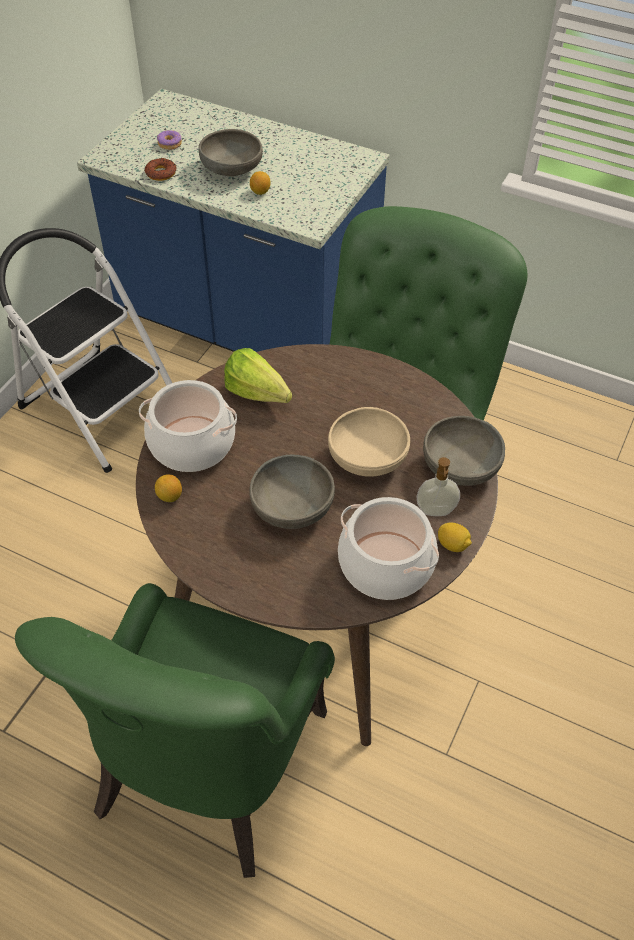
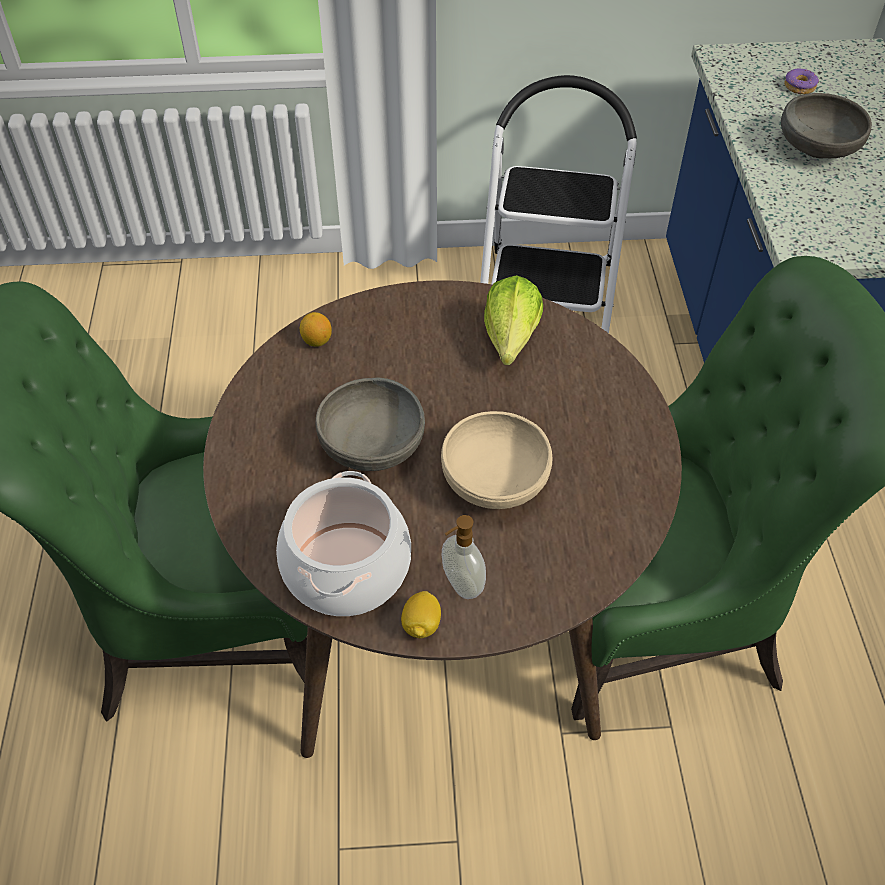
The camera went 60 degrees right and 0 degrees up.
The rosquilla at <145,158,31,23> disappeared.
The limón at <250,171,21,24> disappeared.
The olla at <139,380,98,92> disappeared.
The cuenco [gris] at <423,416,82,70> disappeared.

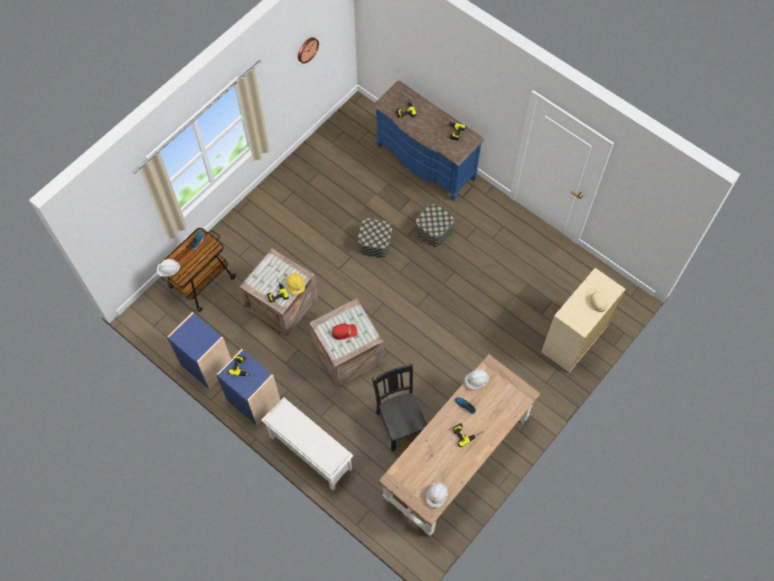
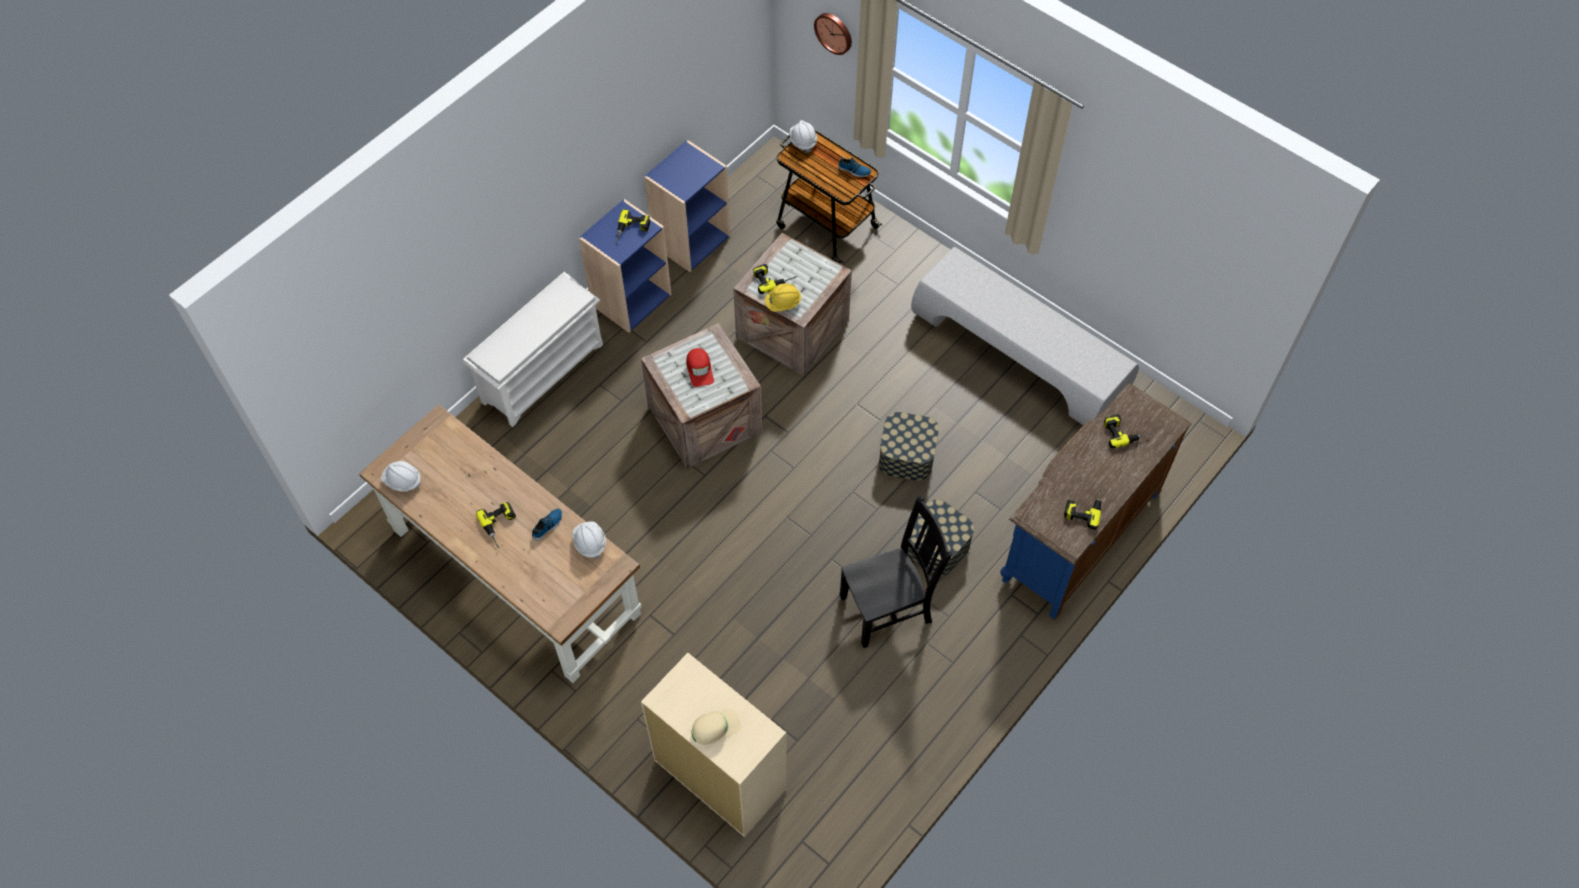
The camera went 90 degrees right and 5 degrees down.
The reloj de pared moved from <298,37,21,27> to <814,13,38,42>.
The silla [negro] moved from <372,363,55,89> to <840,495,112,153>.
The banco [gris] at <911,247,228,178> appeared.

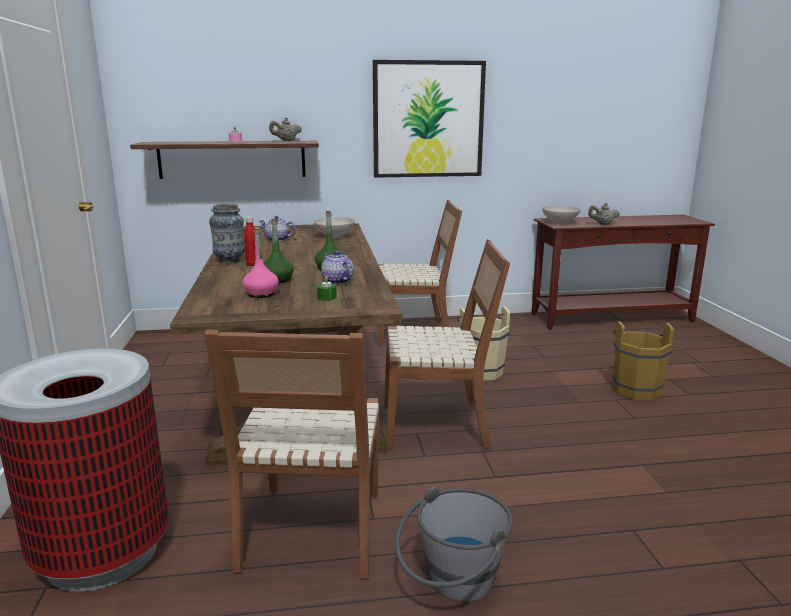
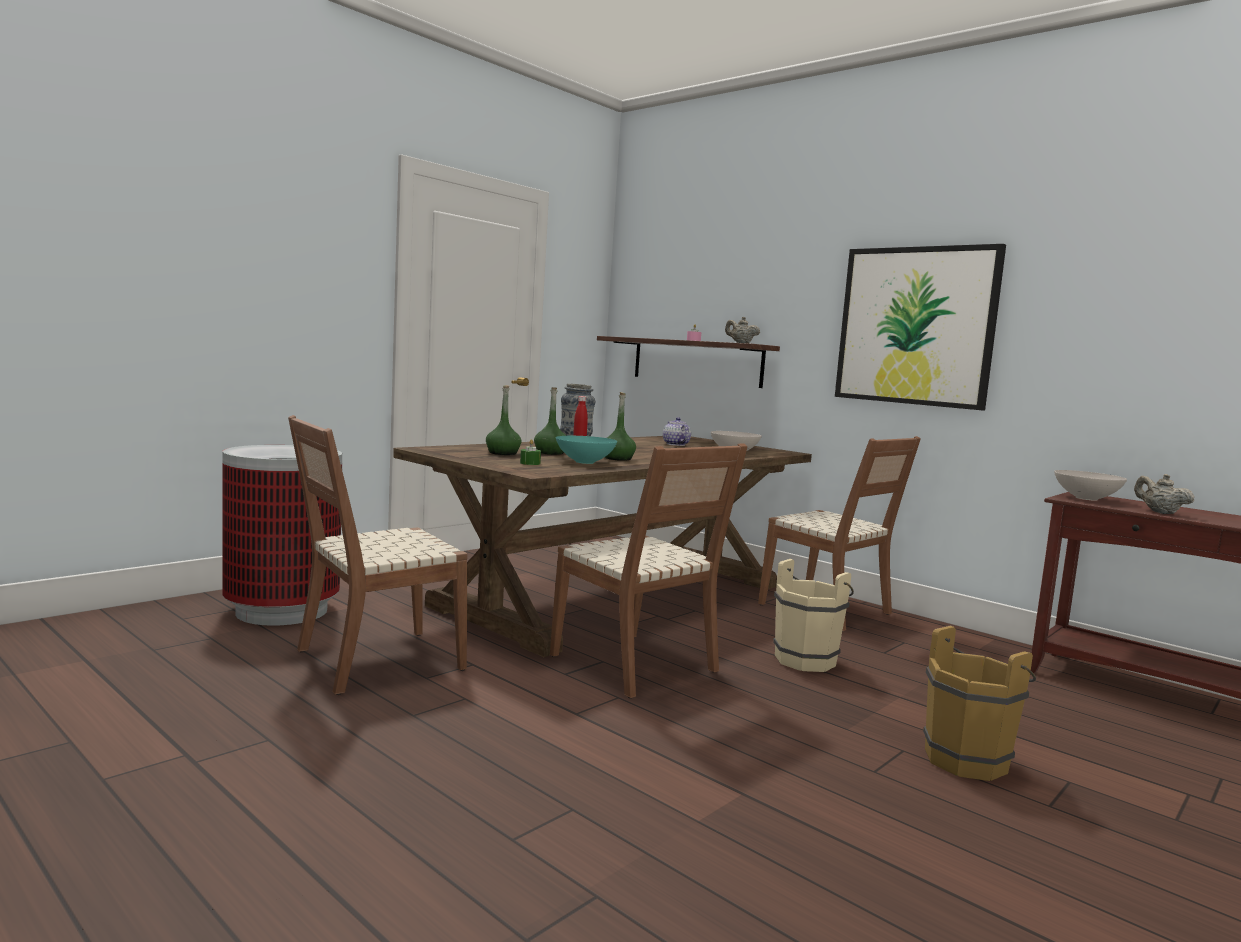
The camera went 50 degrees right and 10 degrees down.
The botella [rosa] at <242,227,37,71> became the botella [verde] at <486,385,35,70>.
The tetera at <321,251,33,34> was replaced by the cuenco [turquesa] at <556,436,61,28>.
The cubo [gris] at <395,486,118,117> disappeared.

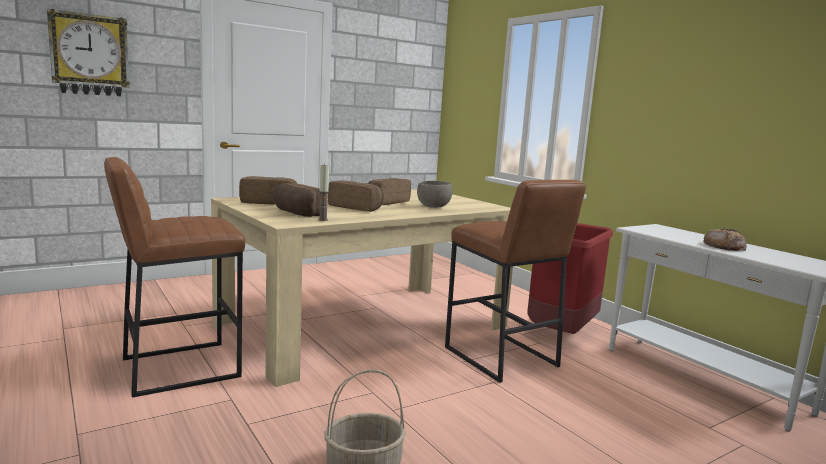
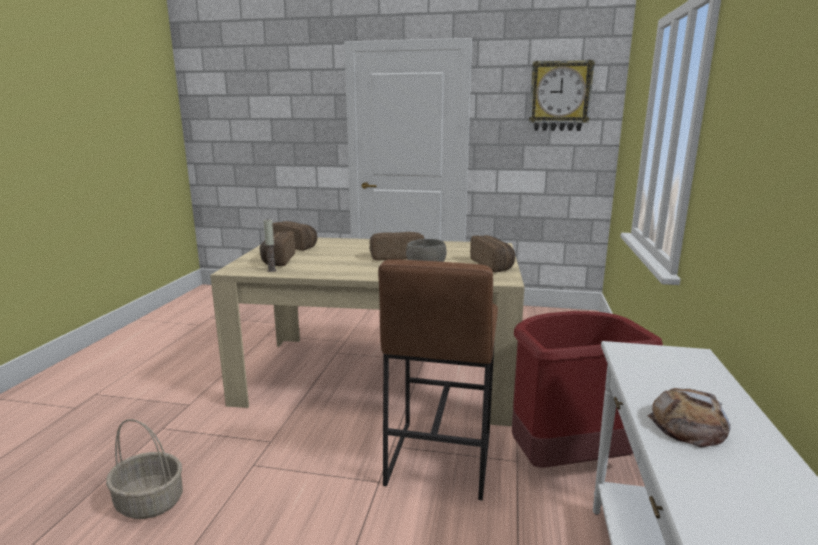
The camera went 45 degrees right and 5 degrees up.
The reloj de pared moved from <47,9,83,87> to <529,60,66,71>.
The taburete [marrón] at <104,157,141,241> disappeared.
The pan moved from <328,180,56,32> to <470,235,45,38>.

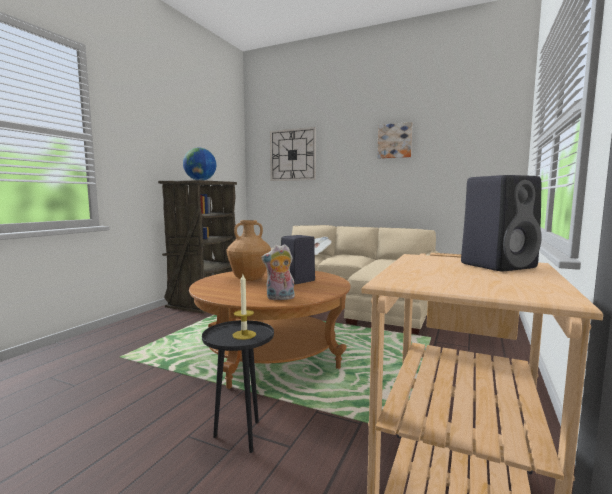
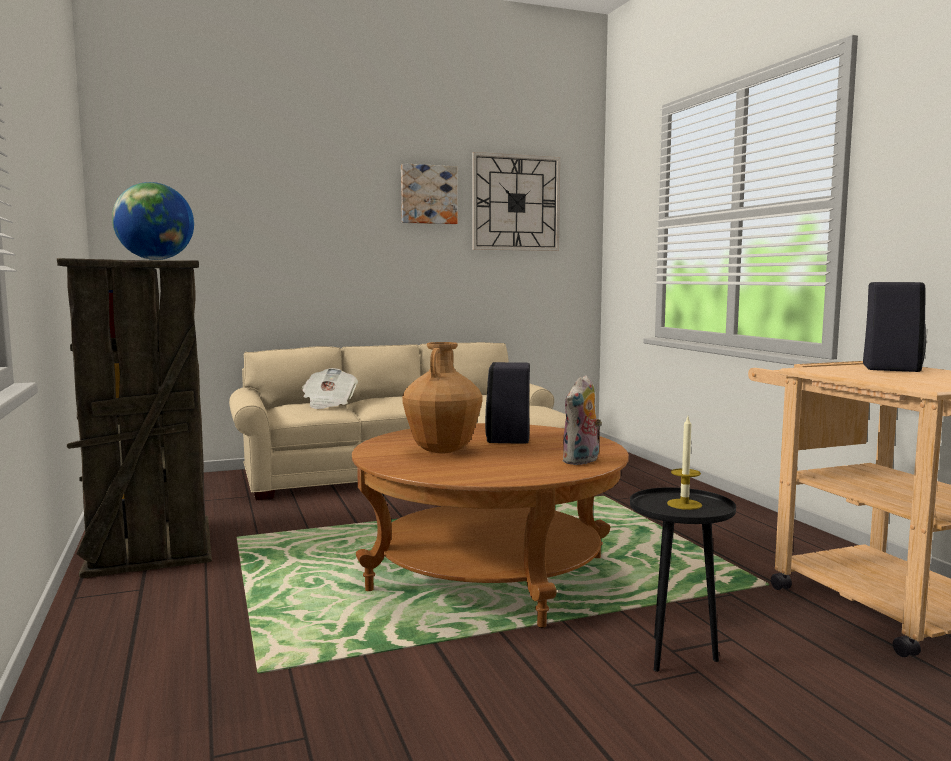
The camera went 45 degrees left and 0 degrees up.
The reloj de pared moved from <270,127,46,54> to <472,152,88,99>.

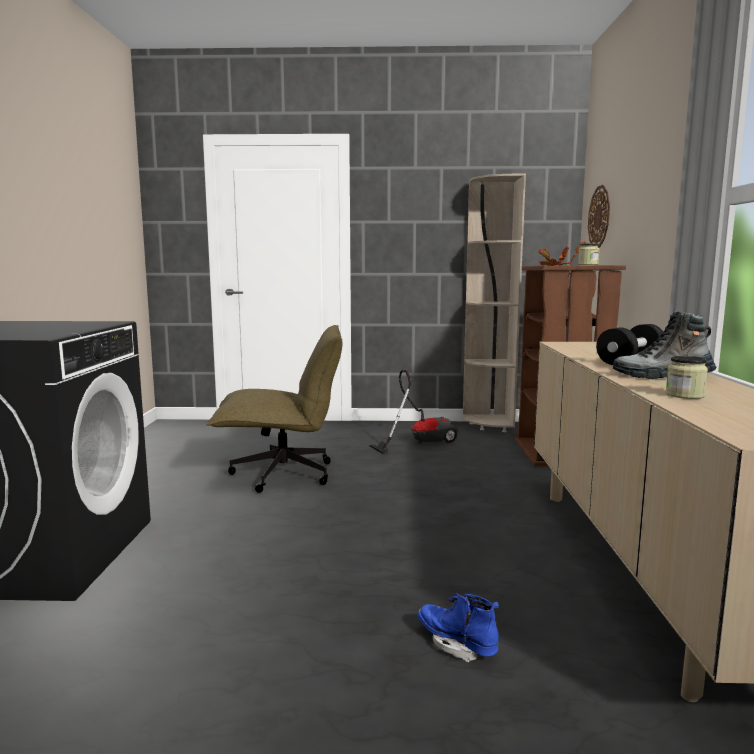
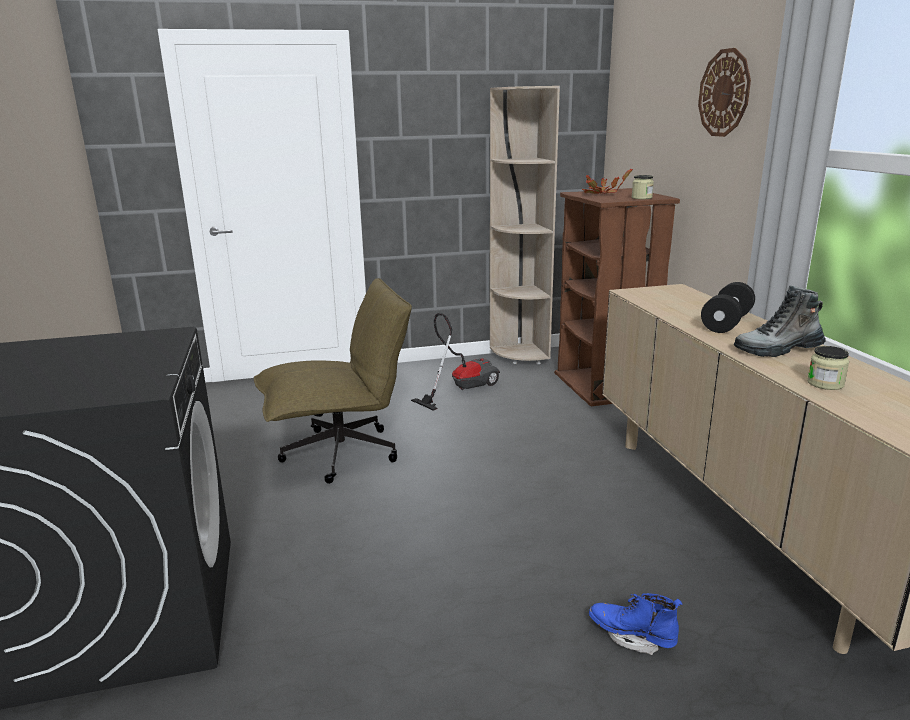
The camera went 15 degrees left and 10 degrees up.
The reloj de pared moved from <588,185,22,63> to <698,48,53,89>.

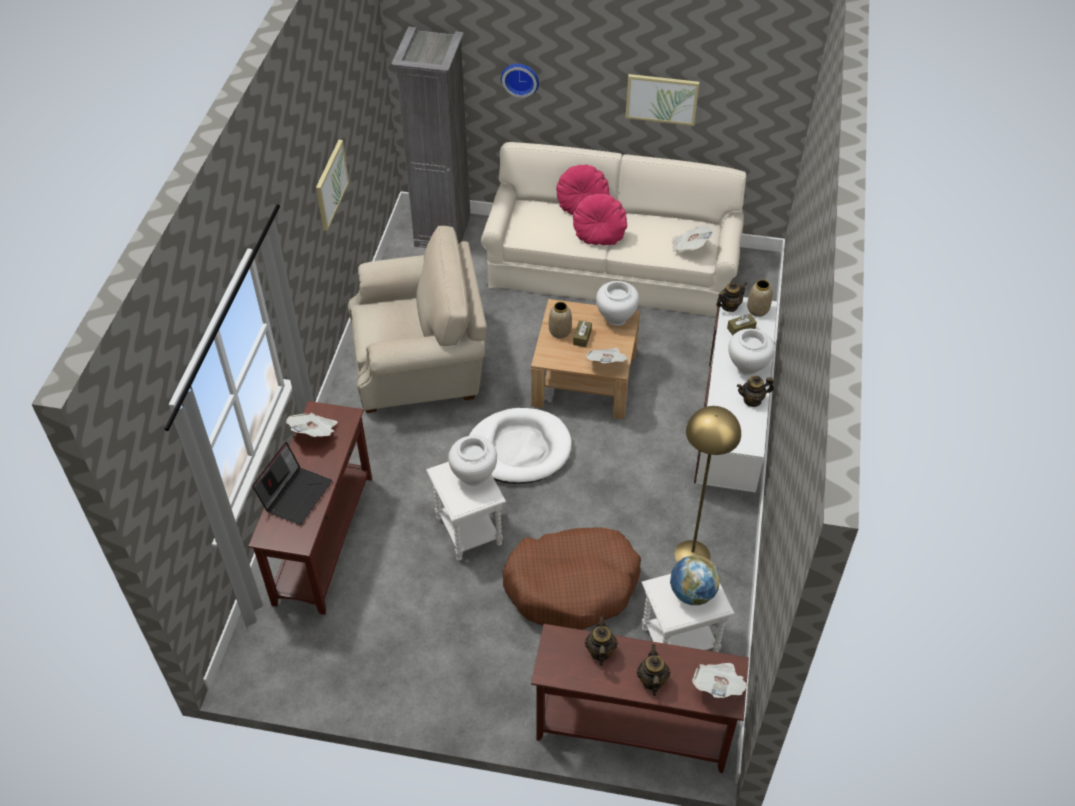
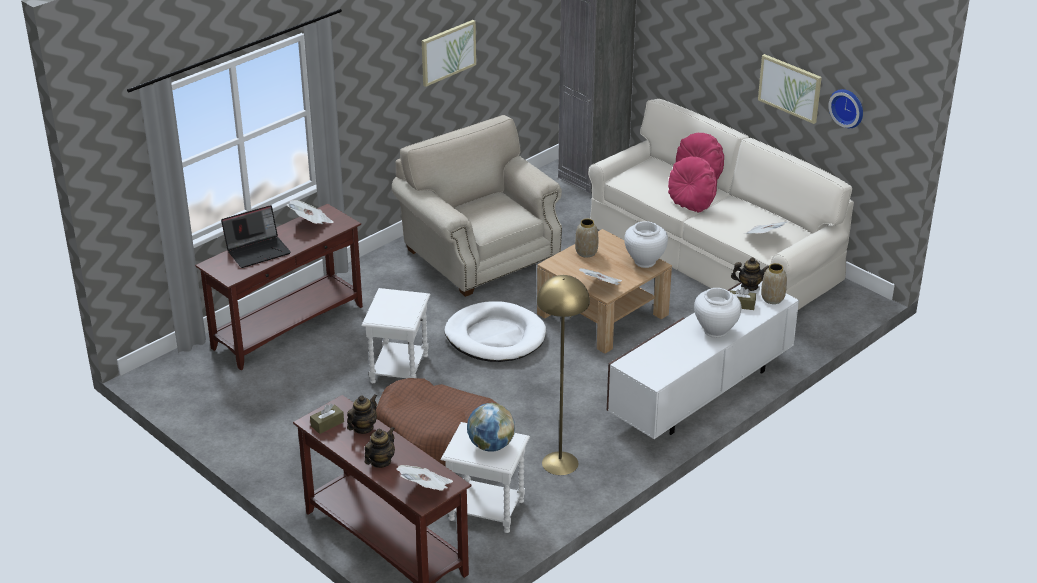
The camera went 35 degrees right and 15 degrees down.
The reloj de pared moved from <501,64,38,34> to <828,89,35,39>.
The sillón [beis] at <348,226,139,187> turned 150 degrees counterclockwise.
The caja de pañuelos [marrón] moved from <573,320,19,27> to <310,404,34,30>.
The tetera at <737,376,37,31> disappeared.
The florero [blanco] at <448,435,49,51> disappeared.

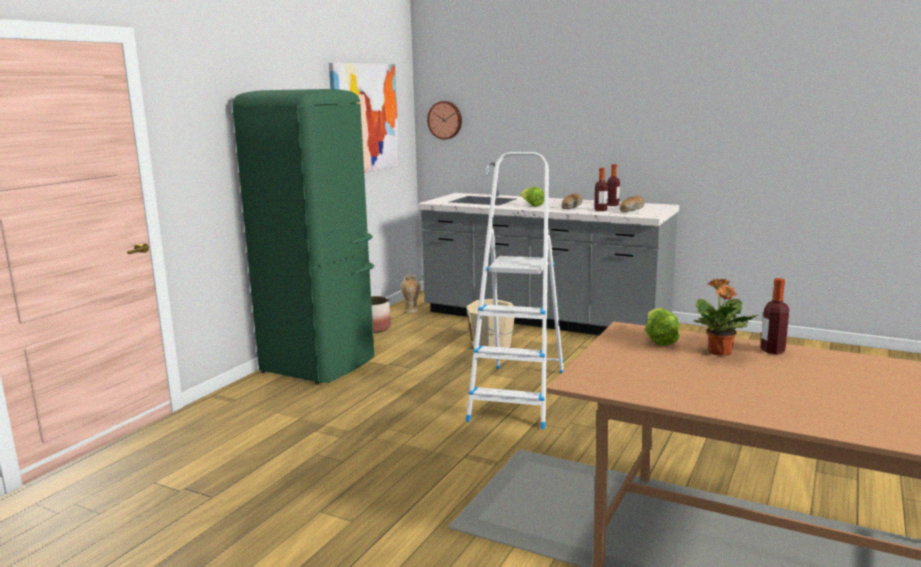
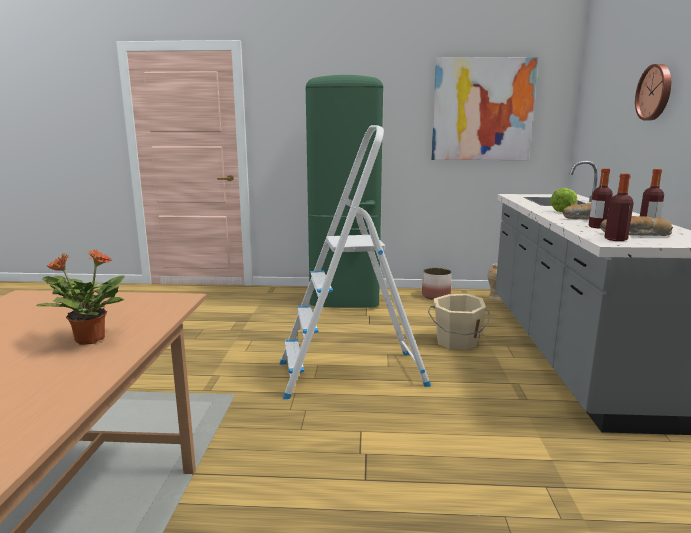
The camera went 65 degrees right and 0 degrees up.
The reloj de pared moved from <427,101,35,39> to <635,64,36,56>.
The botella moved from <760,278,29,76> to <604,173,30,68>.
The lechuga at <645,308,35,38> disappeared.

